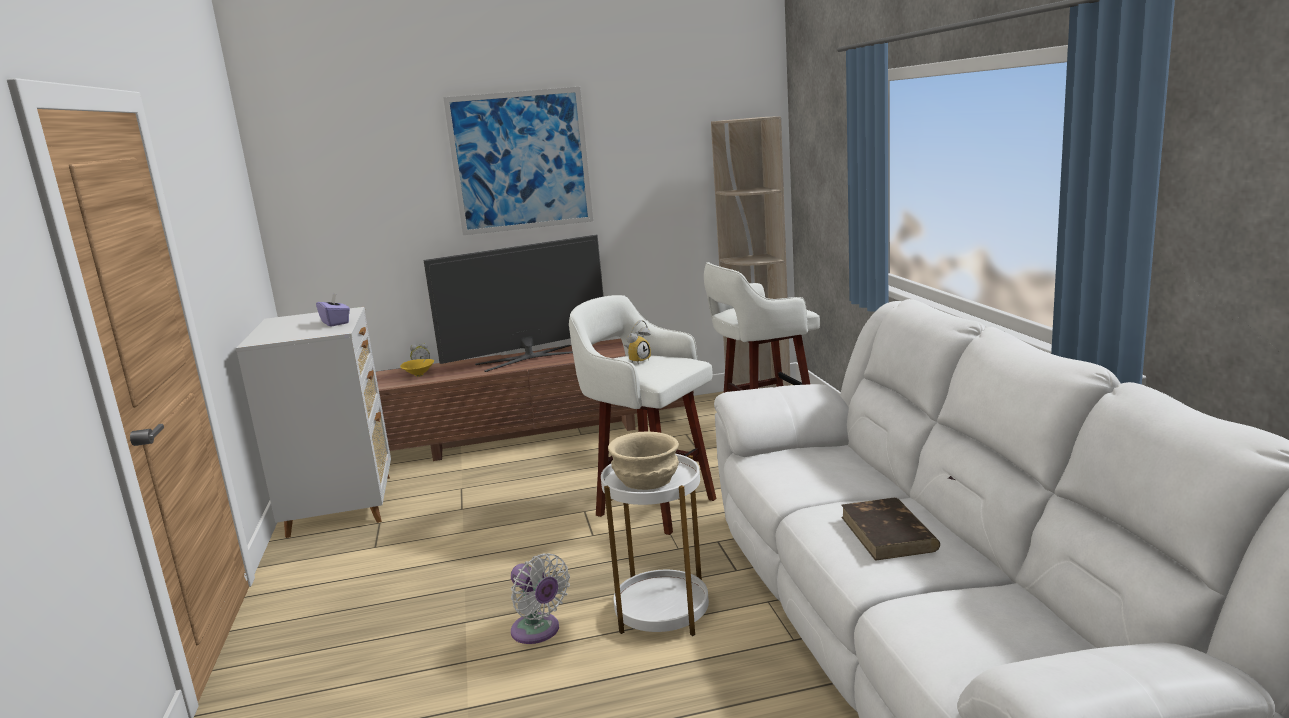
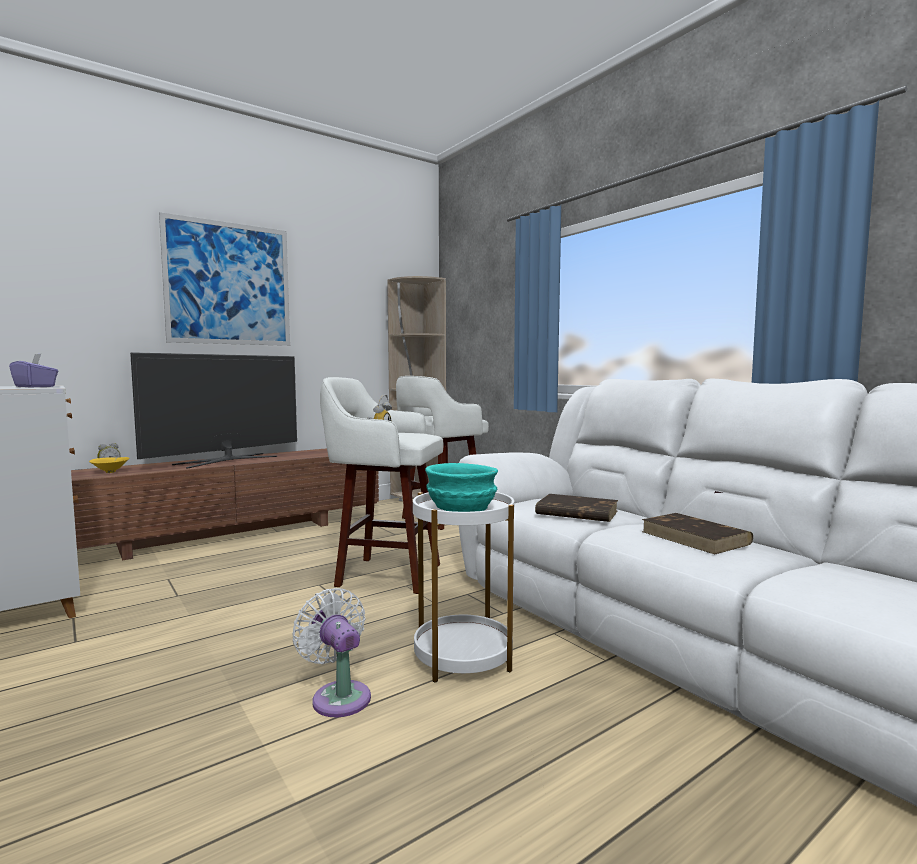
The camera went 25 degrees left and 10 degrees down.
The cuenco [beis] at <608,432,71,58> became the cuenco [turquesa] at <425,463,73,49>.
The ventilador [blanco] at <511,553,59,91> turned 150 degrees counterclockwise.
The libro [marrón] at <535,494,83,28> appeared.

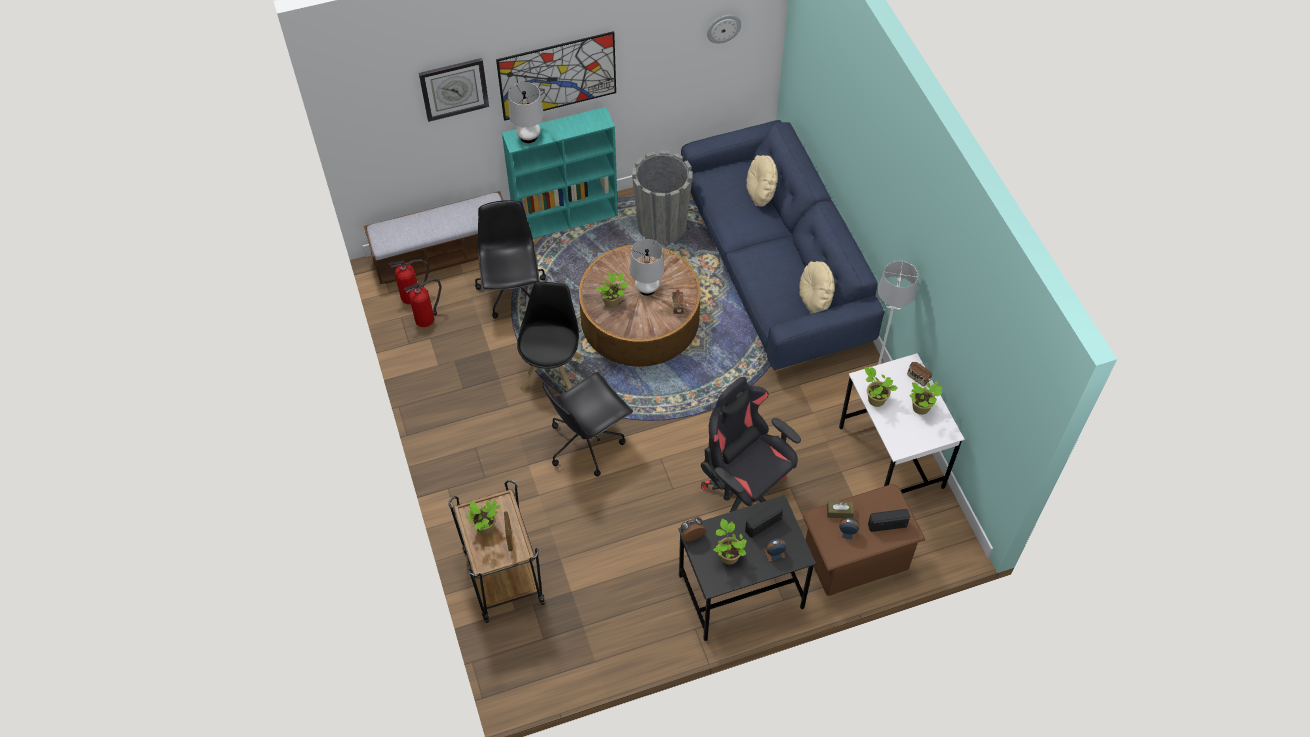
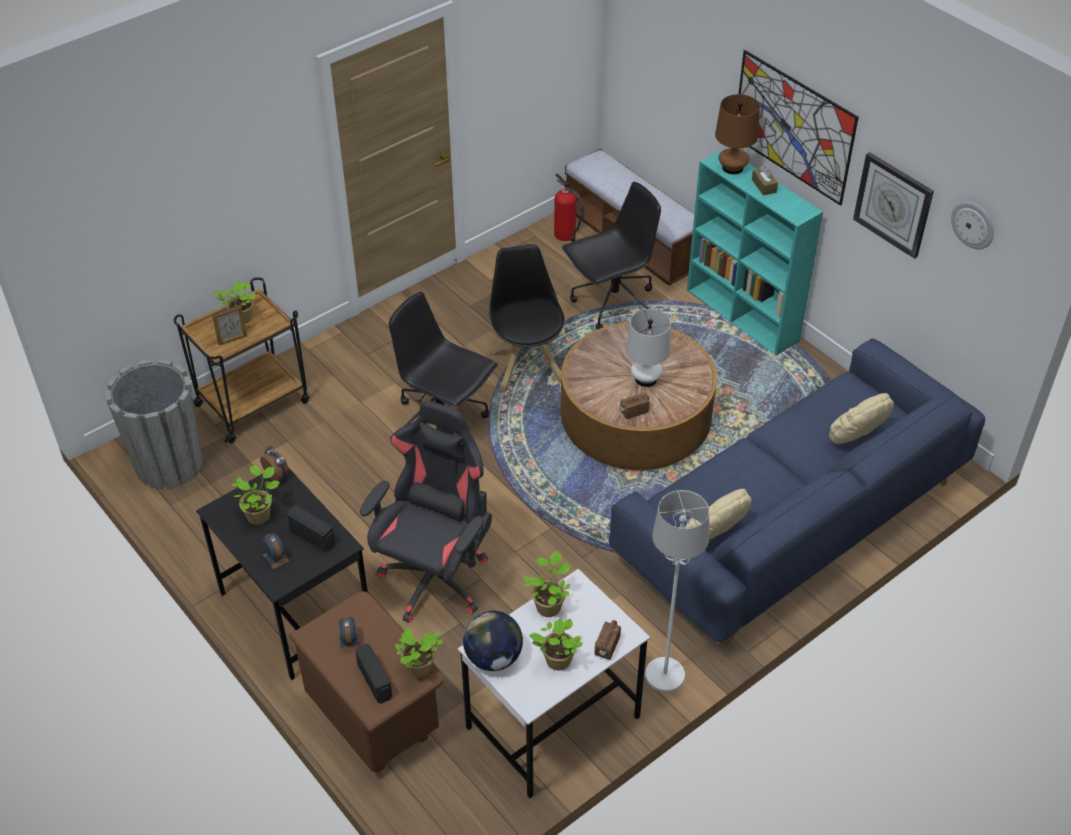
The camera went 70 degrees right and 10 degrees down.
The reloj de pared moved from <419,58,70,64> to <853,152,81,107>.
The lámpara de mesa [blanco] at <508,82,36,61> became the lámpara de mesa [marrón] at <715,94,45,80>.
The maceta [gris] moved from <632,151,61,93> to <105,359,98,130>.
The planta en maceta moved from <595,272,33,35> to <395,628,48,50>.
The extintor at <404,278,38,49> disappeared.
The silla [negro] at <517,281,66,110> turned 90 degrees counterclockwise.
The caja de pañuelos [marrón] moved from <827,501,27,17> to <752,166,26,29>.
The globo terráqueo at <463,611,60,60> appeared.

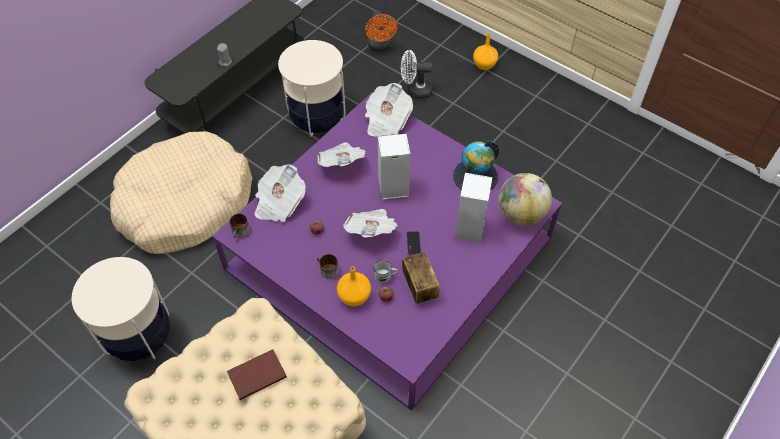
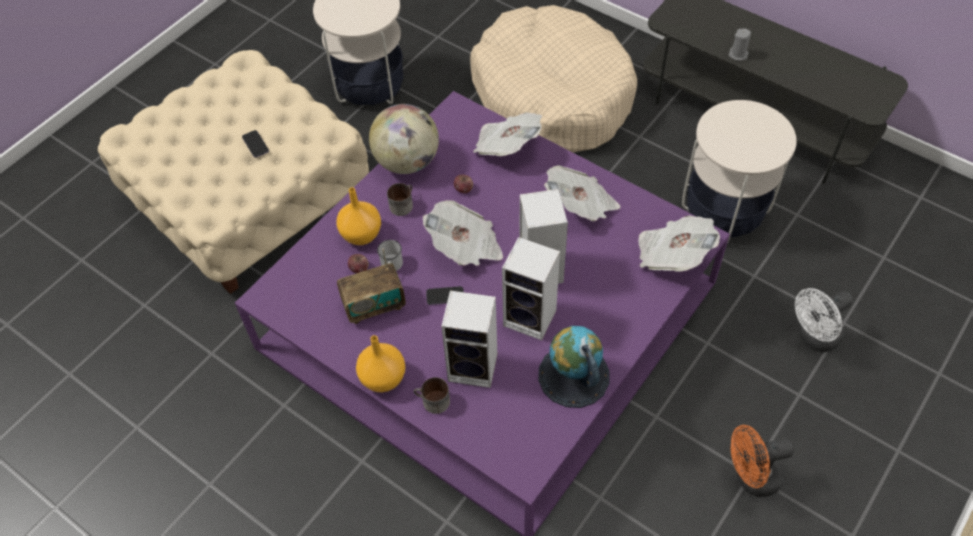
The camera went 90 degrees right and 0 degrees up.
The ventilador [naranja] moved from <365,11,32,41> to <731,425,63,72>.
The florero [naranja] moved from <473,33,25,37> to <356,335,49,57>.
The ventilador [blanco] at <401,50,32,49> turned 120 degrees counterclockwise.
The globo terráqueo moved from <499,173,53,53> to <369,104,70,70>.
The taza grande moved from <229,213,21,25> to <413,377,37,37>.
The libro [marrón] at <227,349,60,51> was replaced by the móvil at <242,130,27,28>.
The altavoz at <502,237,58,103> appeared.

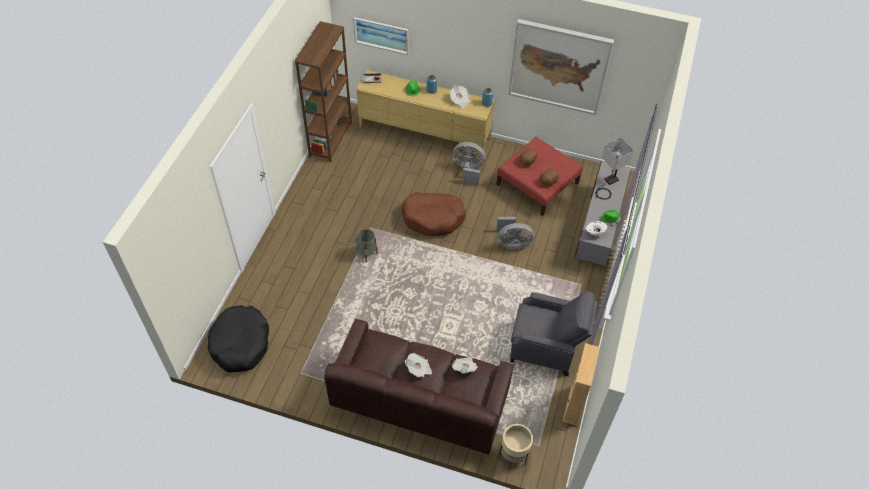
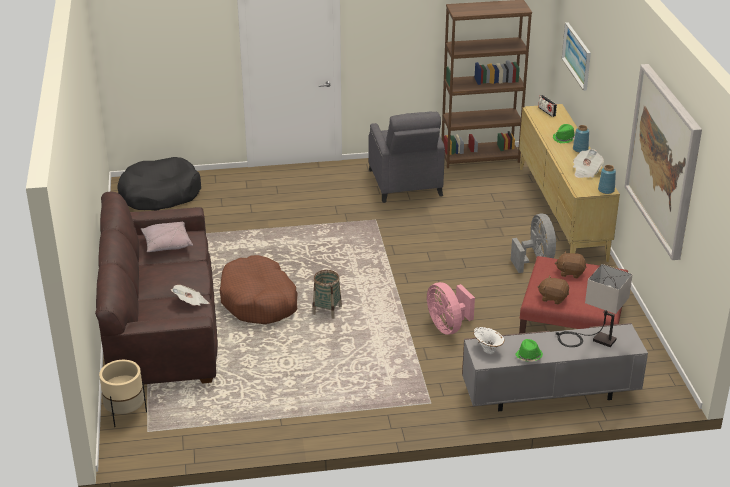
The camera went 65 degrees right and 20 degrees down.
The cama para perro [marrón] moved from <402,192,64,44> to <220,255,77,69>.
The ventilador [gris] at <496,217,38,32> became the ventilador [rosa] at <427,282,48,53>.
The cesta moved from <356,229,22,33> to <312,270,30,49>.
The sillón [gris] moved from <510,291,88,85> to <368,112,77,91>.
The estantería [beis] at <562,343,38,83> disappeared.
The periódico at <405,353,27,24> disappeared.
The cojín [morado] at <141,222,52,30> appeared.

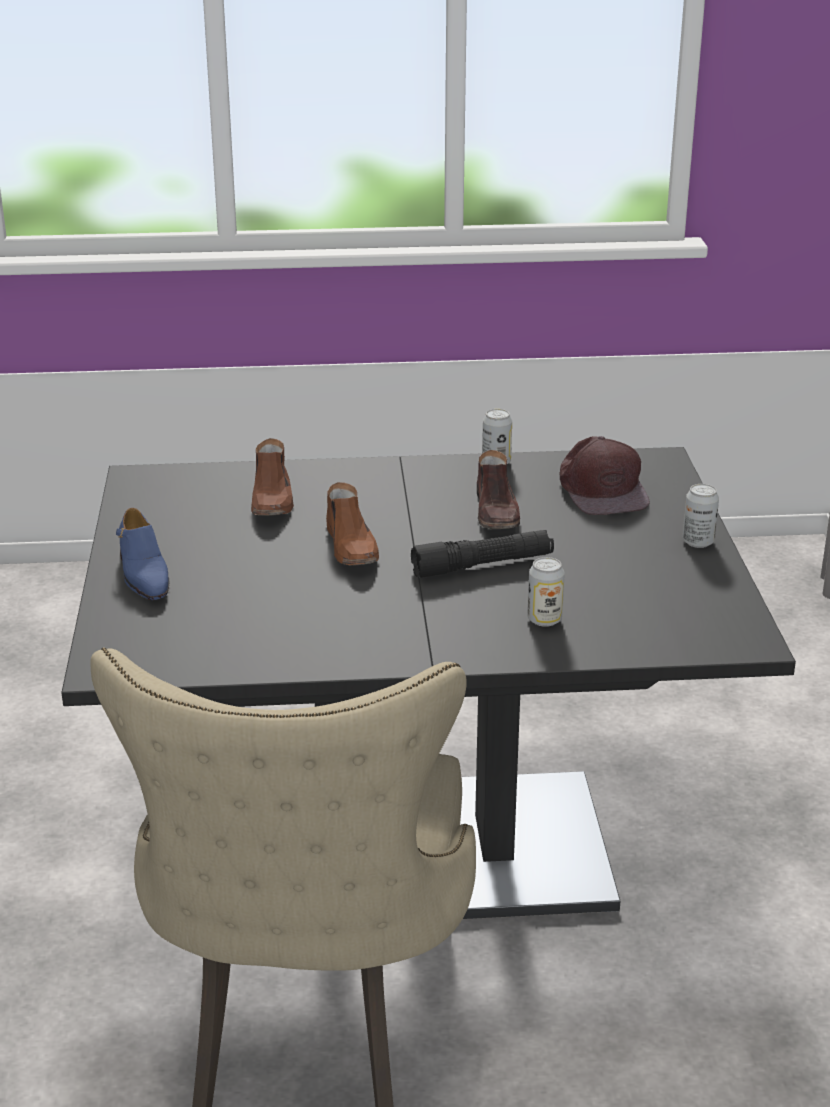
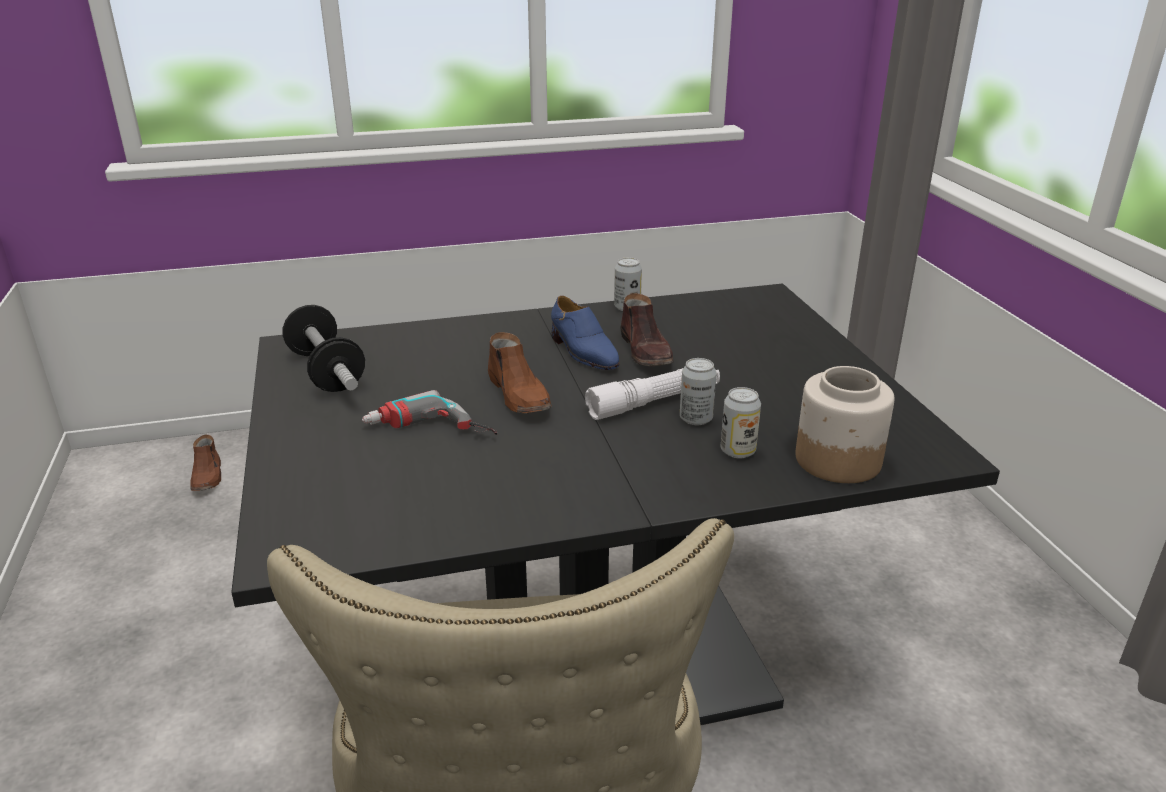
The camera went 10 degrees left and 0 degrees up.
The gorra [marrón] at <559,436,91,79> disappeared.
The zapato [marrón] moved from <251,438,43,78> to <190,435,31,56>.
The lata moved from <683,484,36,64> to <680,358,37,67>.
The zapato [azul] moved from <116,508,53,92> to <551,296,69,74>.
The linterna [negro] at <411,530,143,48> became the linterna [blanco] at <585,368,135,52>.
The mancuerna at <283,305,82,87> appeared.
The tarro at <795,366,100,117> appeared.
The taladro at <362,390,135,45> appeared.

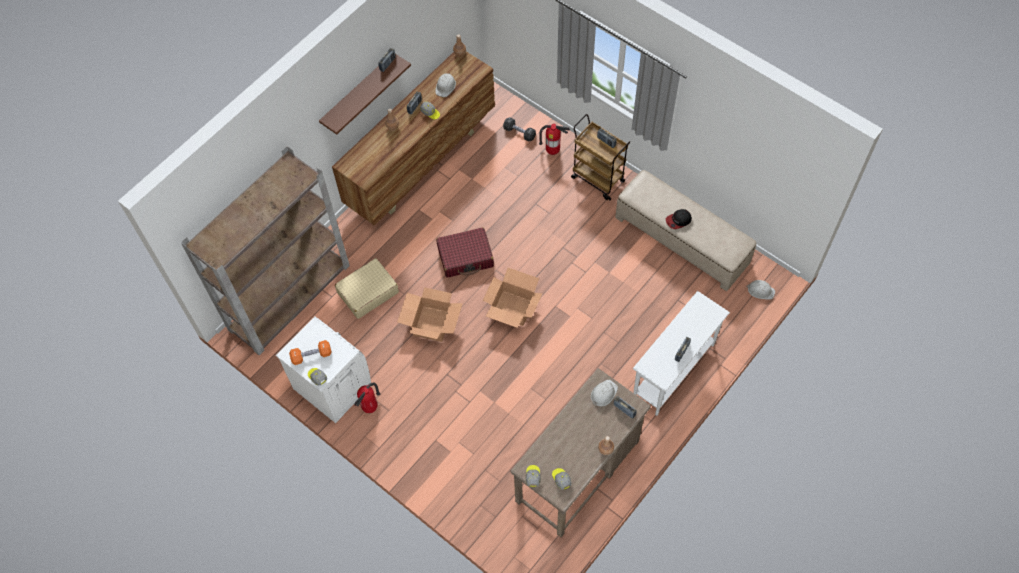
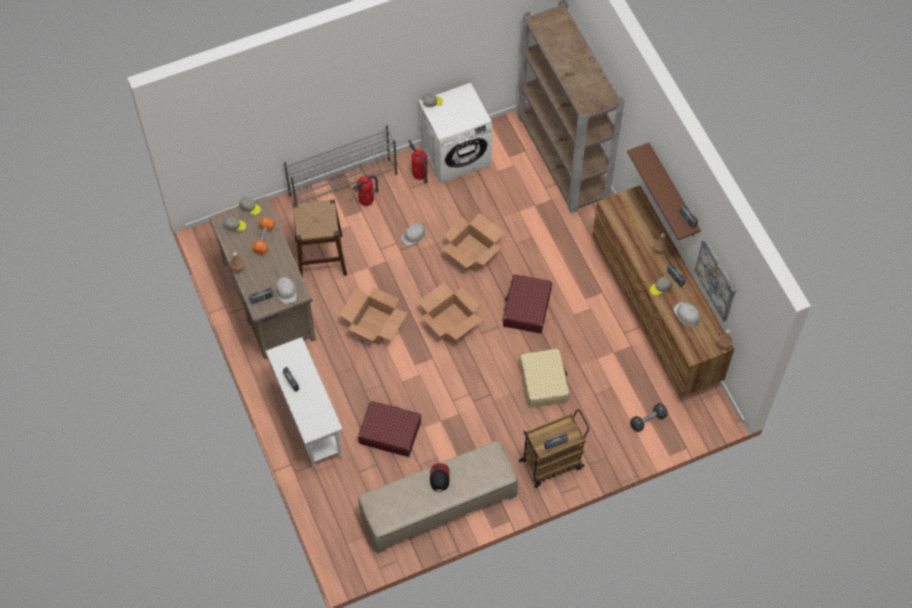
The camera went 115 degrees right and 0 degrees up.
The extintor moved from <539,124,31,31> to <352,175,27,31>.
The maleta [beis] moved from <335,258,64,61> to <519,348,51,60>.
The casco [blanco] moved from <747,280,28,19> to <401,223,25,23>.
The mancuerna [naranja] moved from <289,340,42,25> to <252,217,23,38>.
The zapatero [gris] at <284,124,113,80> appeared.
The taburete [marrón] at <293,200,54,78> appeared.
The cuadro at <695,238,41,84> appeared.
The caja de cartón at <339,287,69,58> appeared.
The maleta [rojo] at <358,401,63,56> appeared.

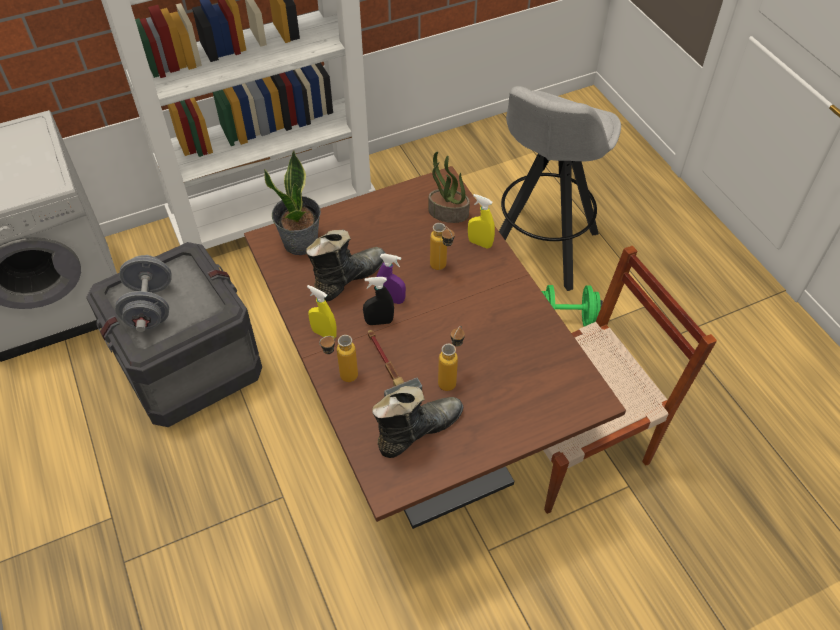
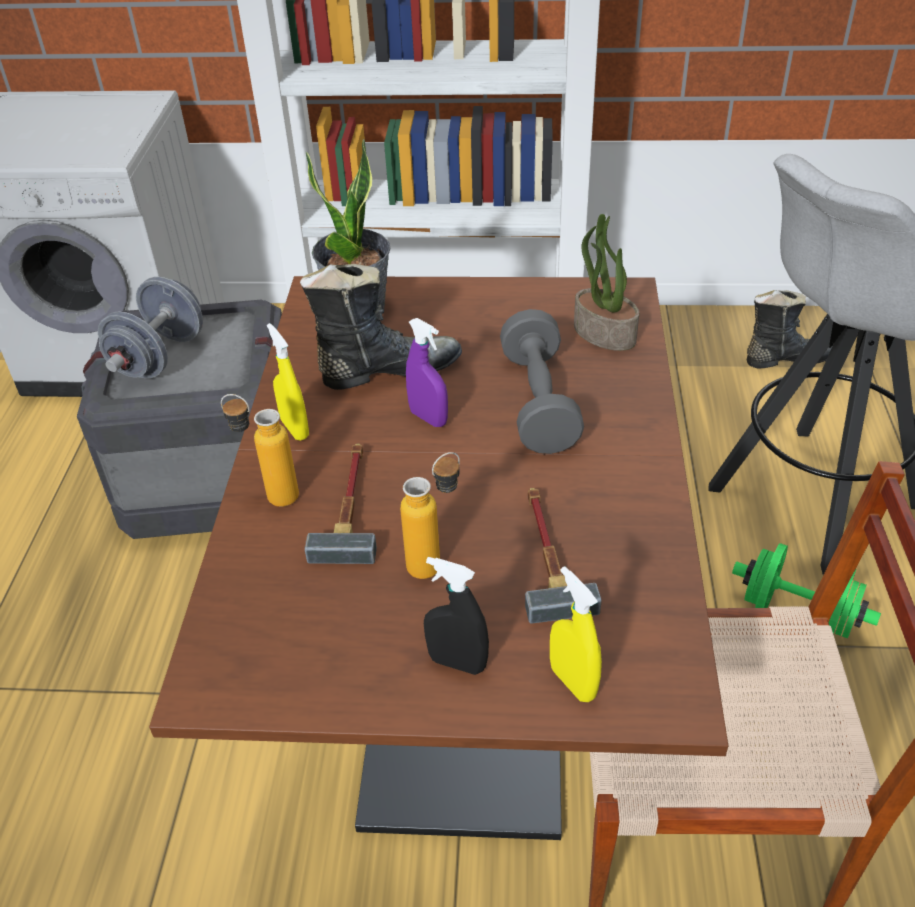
The camera went 30 degrees right and 10 degrees down.
The pulverizador [amarillo] moved from <468,194,27,55> to <550,566,52,136>.
The botella at <430,223,25,47> was replaced by the mancuerna [gris] at <500,309,84,145>.
The pulverizador [negro] moved from <363,277,31,48> to <424,557,65,118>.
The bota [negro] moved from <372,386,91,72> to <747,290,86,79>.
The martillo at <525,488,77,136> appeared.

